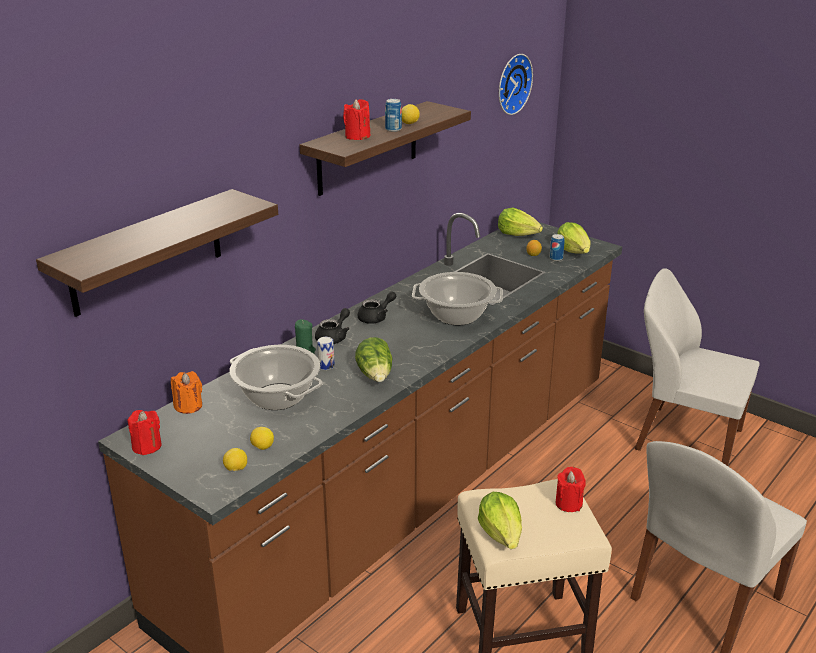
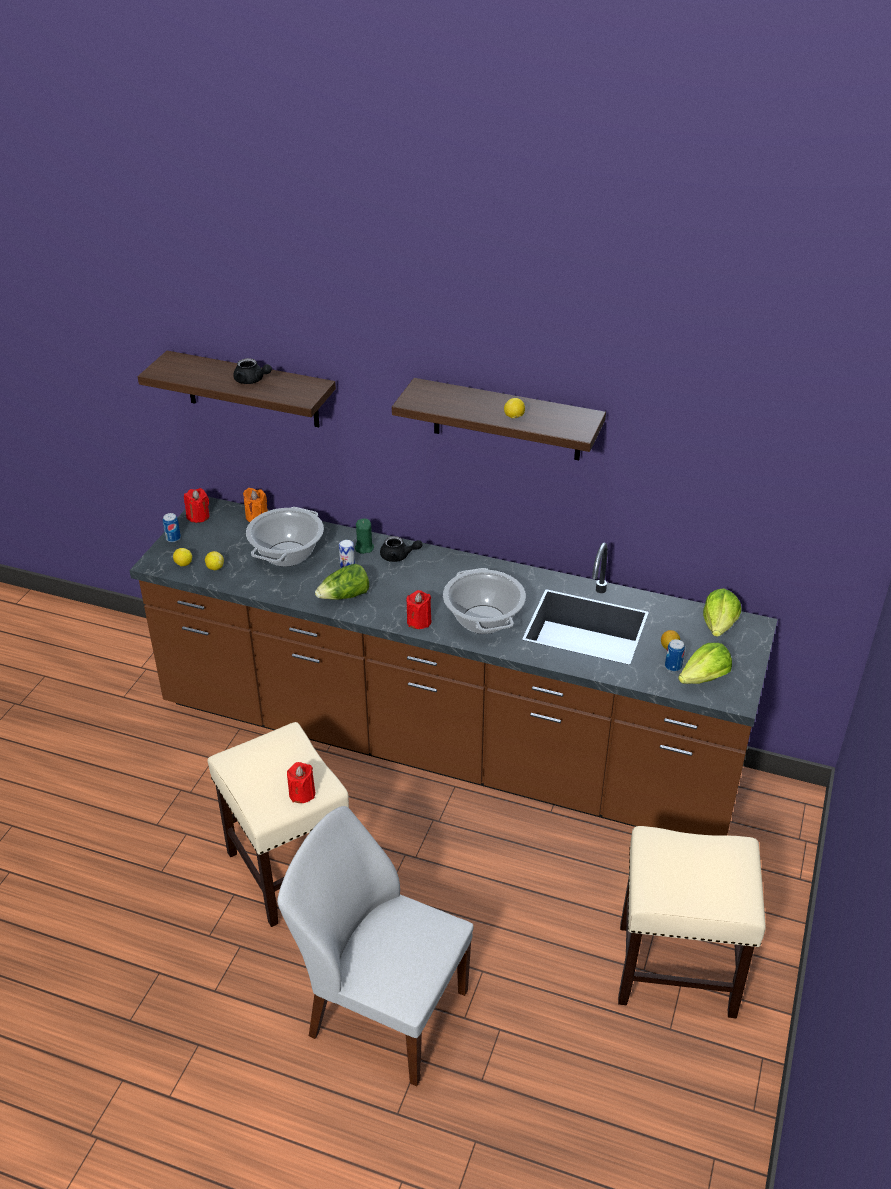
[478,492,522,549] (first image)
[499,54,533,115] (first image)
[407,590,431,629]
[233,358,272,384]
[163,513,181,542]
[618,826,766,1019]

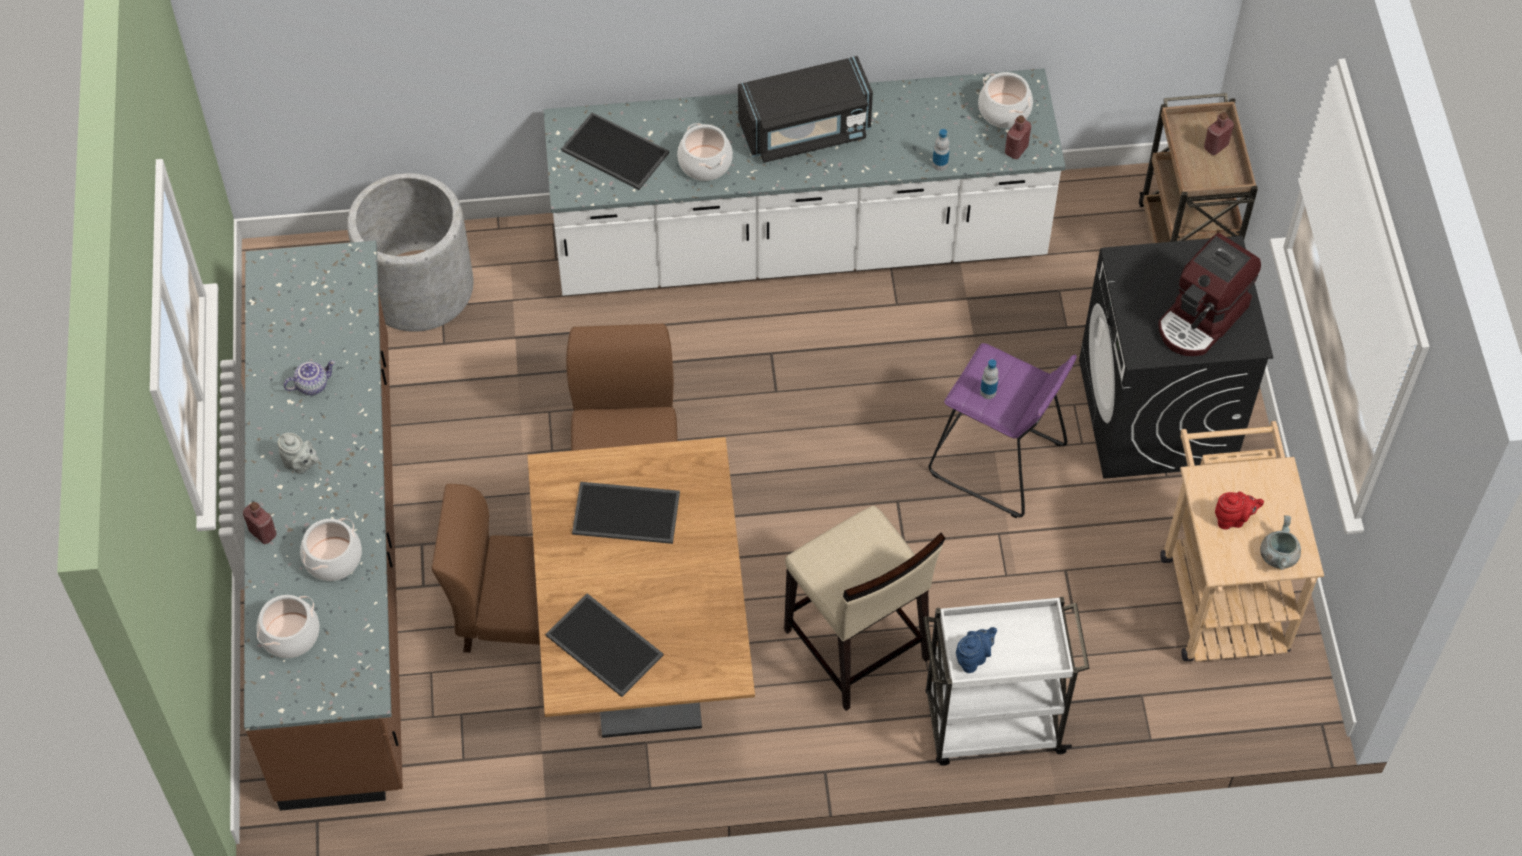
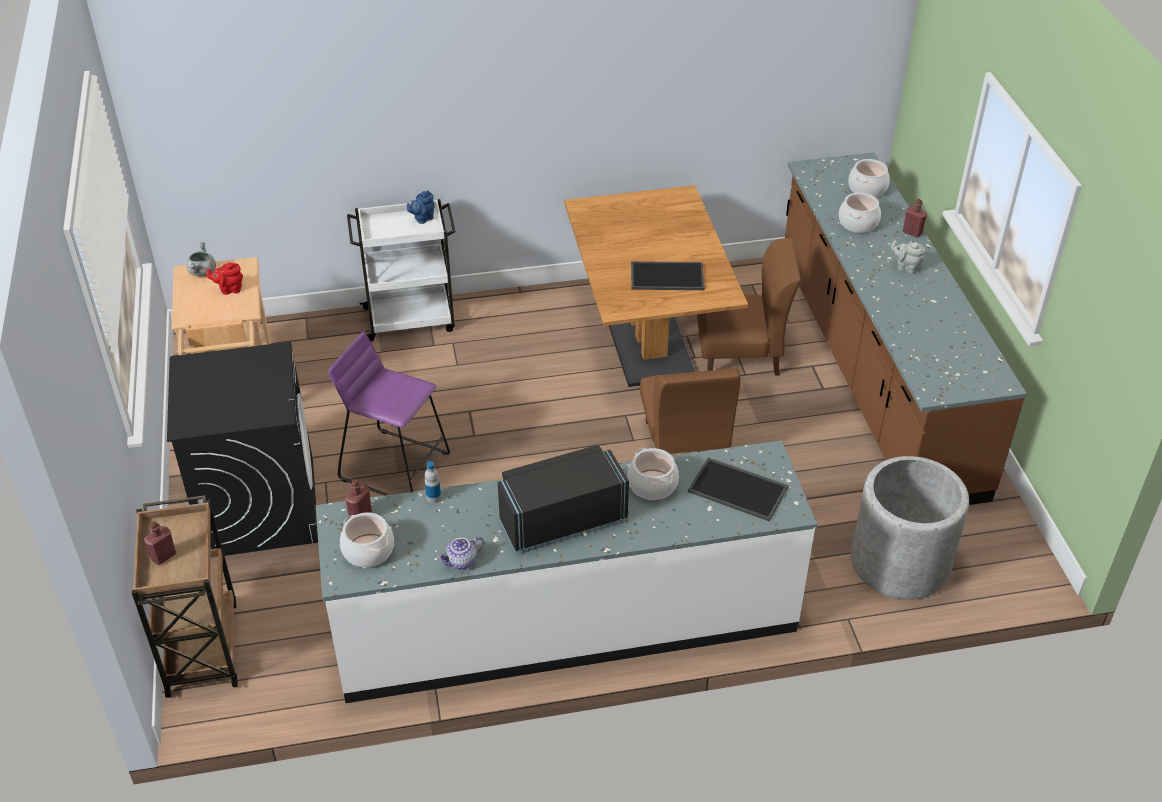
[546,593,664,697] (first image)
[784,505,945,711] (first image)
[980,359,998,399] (first image)
[1158,233,1261,356] (first image)
[437,537,484,569]

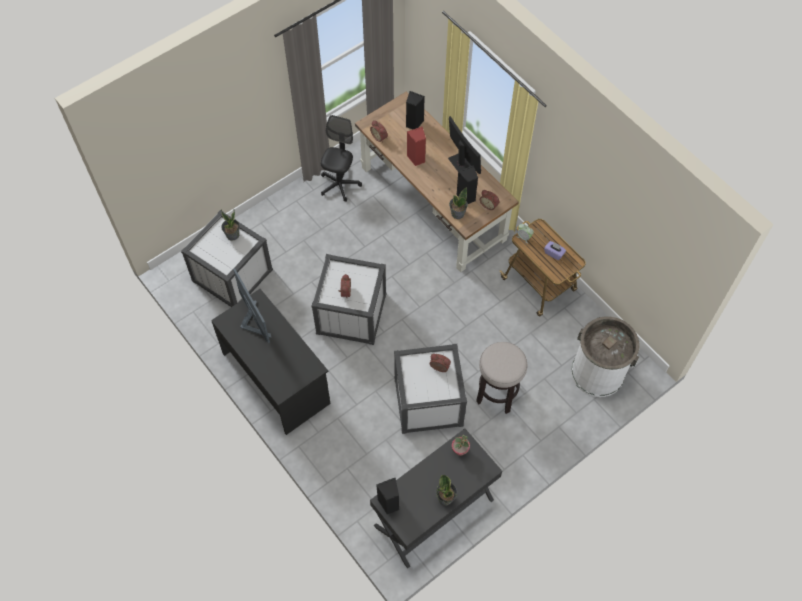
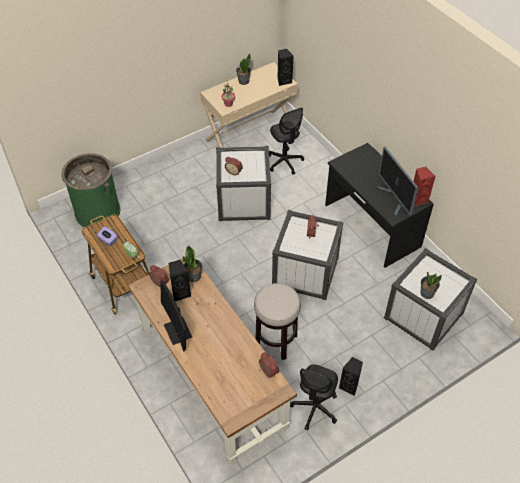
[269,108,304,175]
[339,357,363,396]
[413,167,435,206]
[254,283,301,360]
[200,62,298,147]
[61,153,120,229]

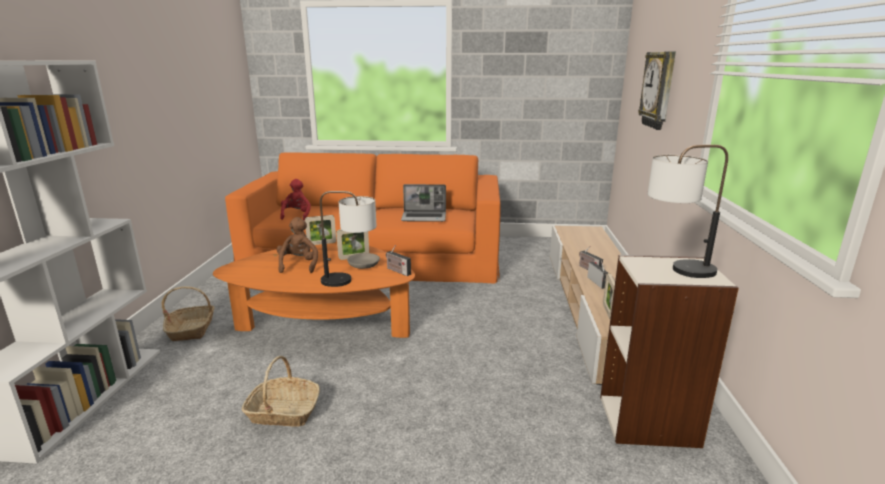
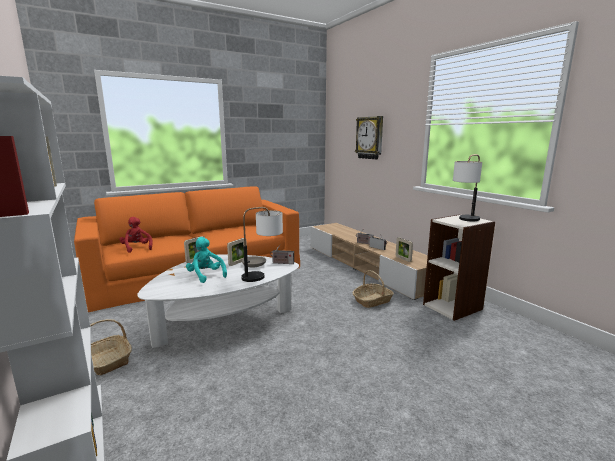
[401,184,446,222] (first image)
[352,270,394,308]
[137,254,299,348]
[186,237,227,283]

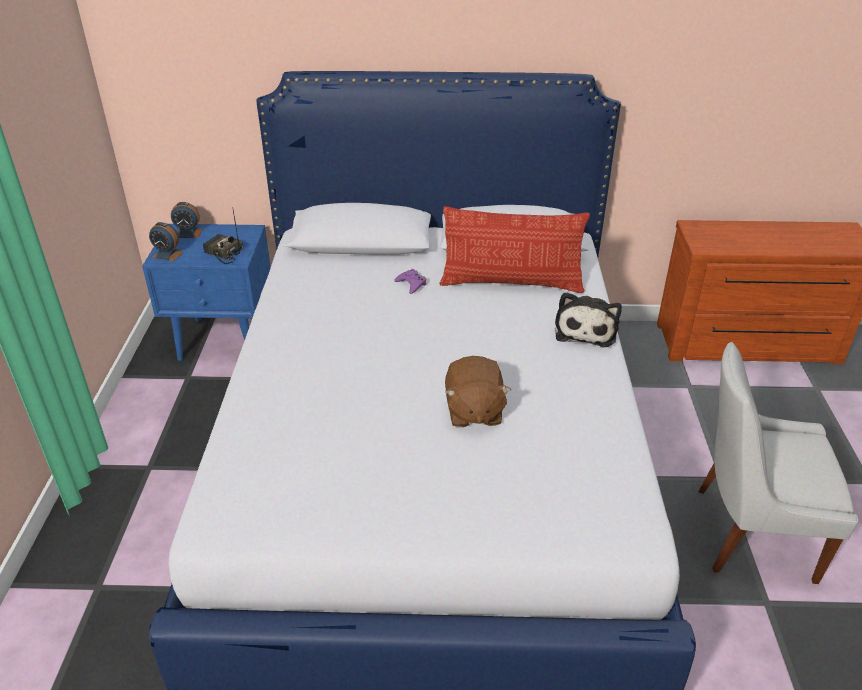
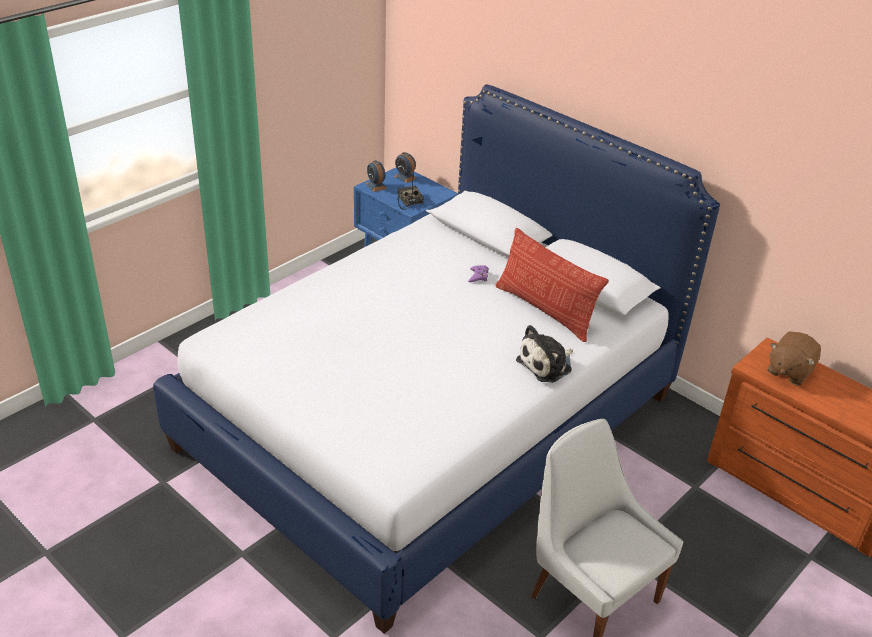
[767,331,821,386]

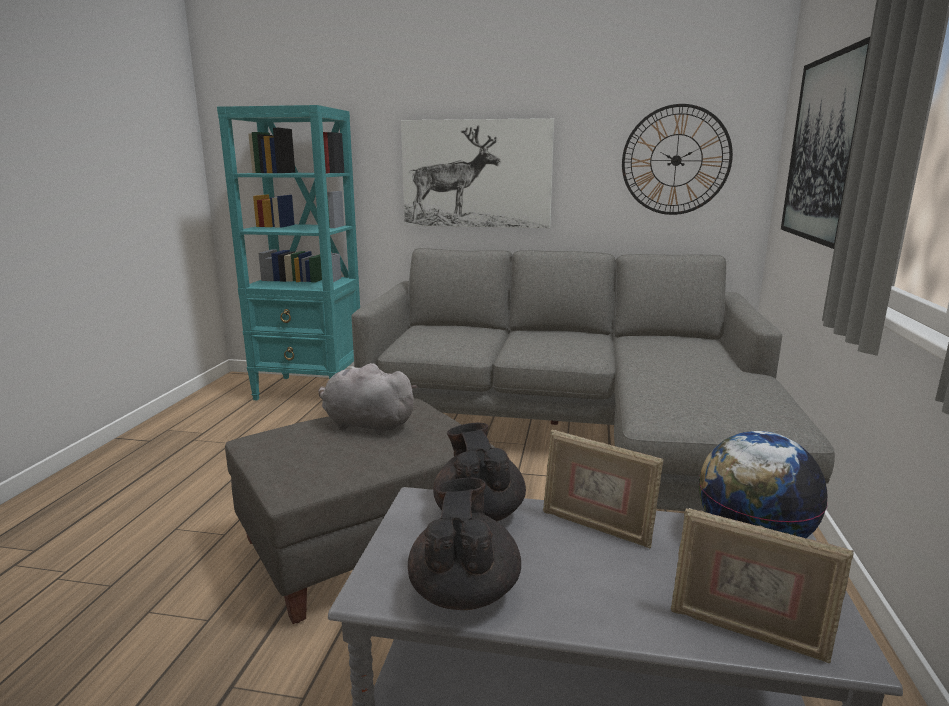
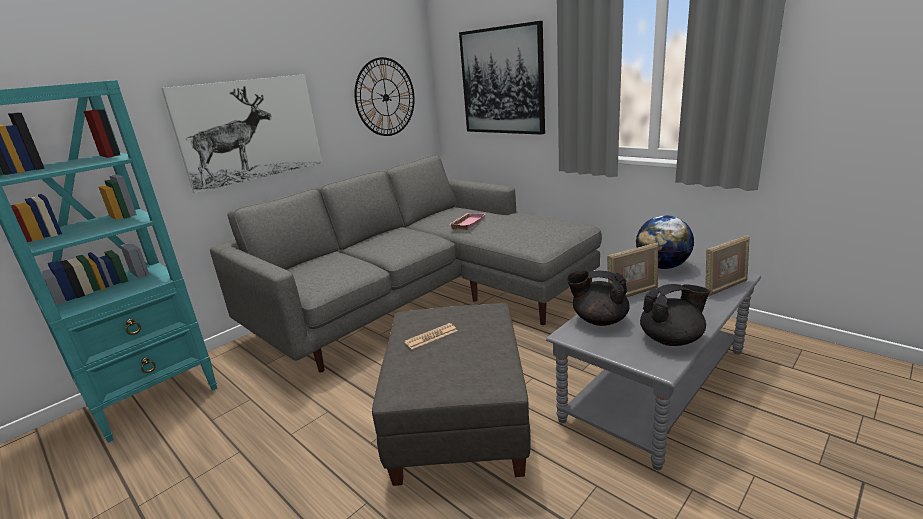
[450,213,486,230]
[404,323,457,349]
[640,284,710,346]

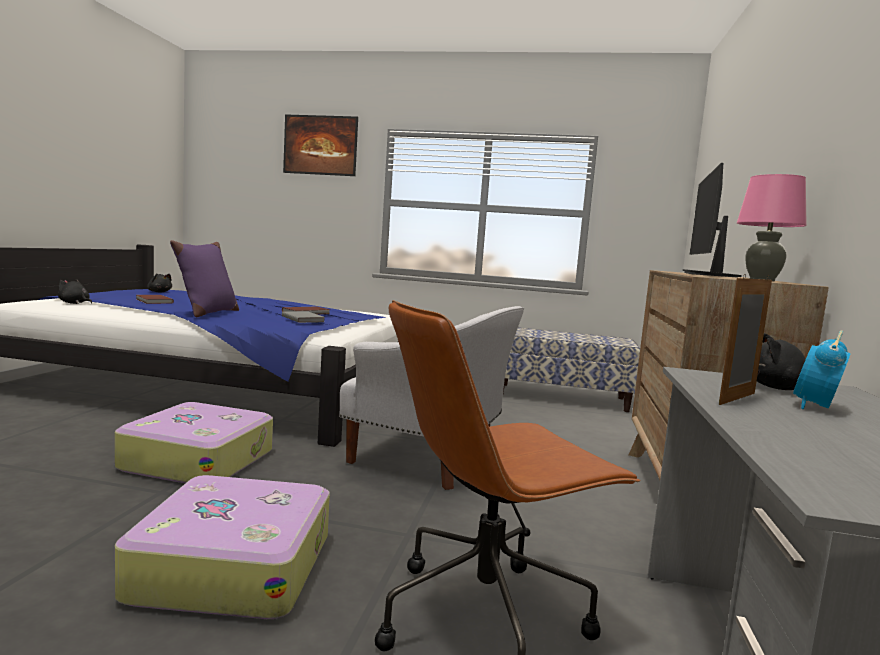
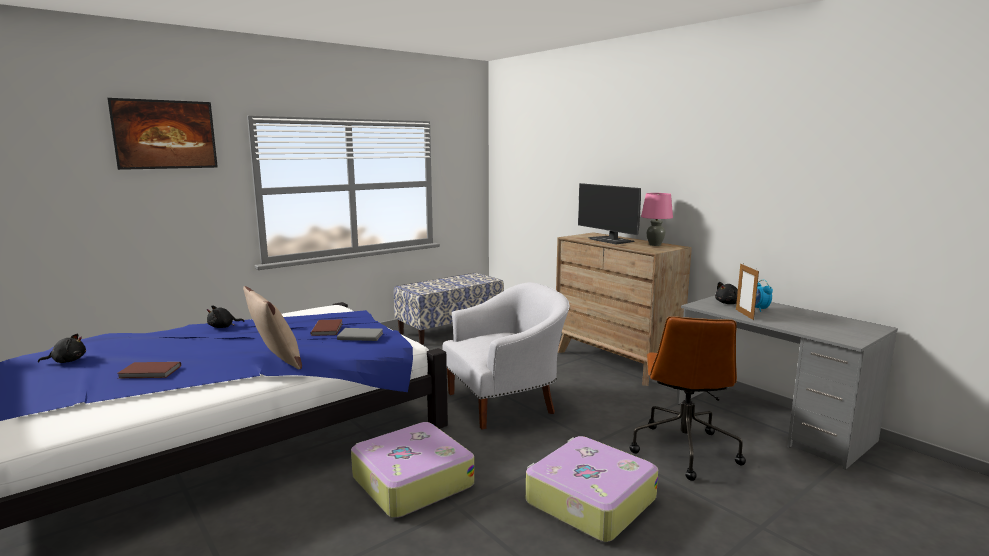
[207,305,245,328]
[243,286,302,369]

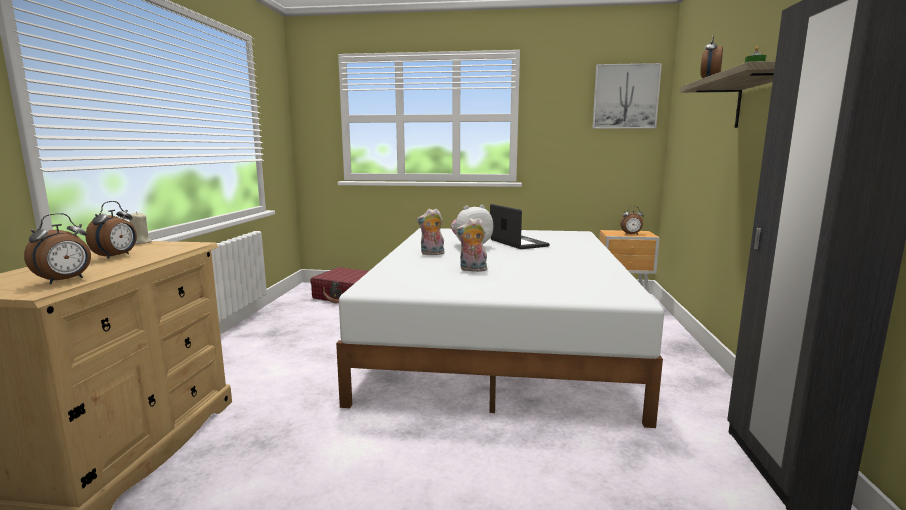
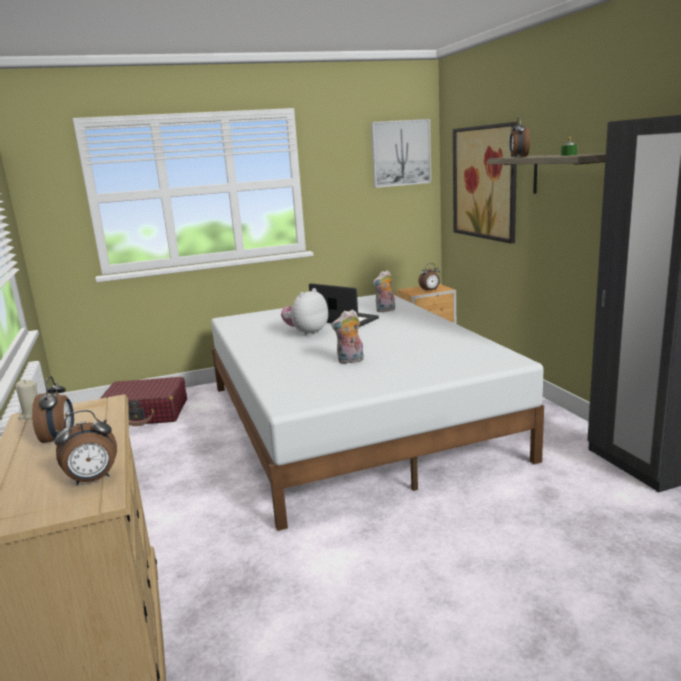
[453,122,518,244]
[373,270,395,312]
[54,410,117,485]

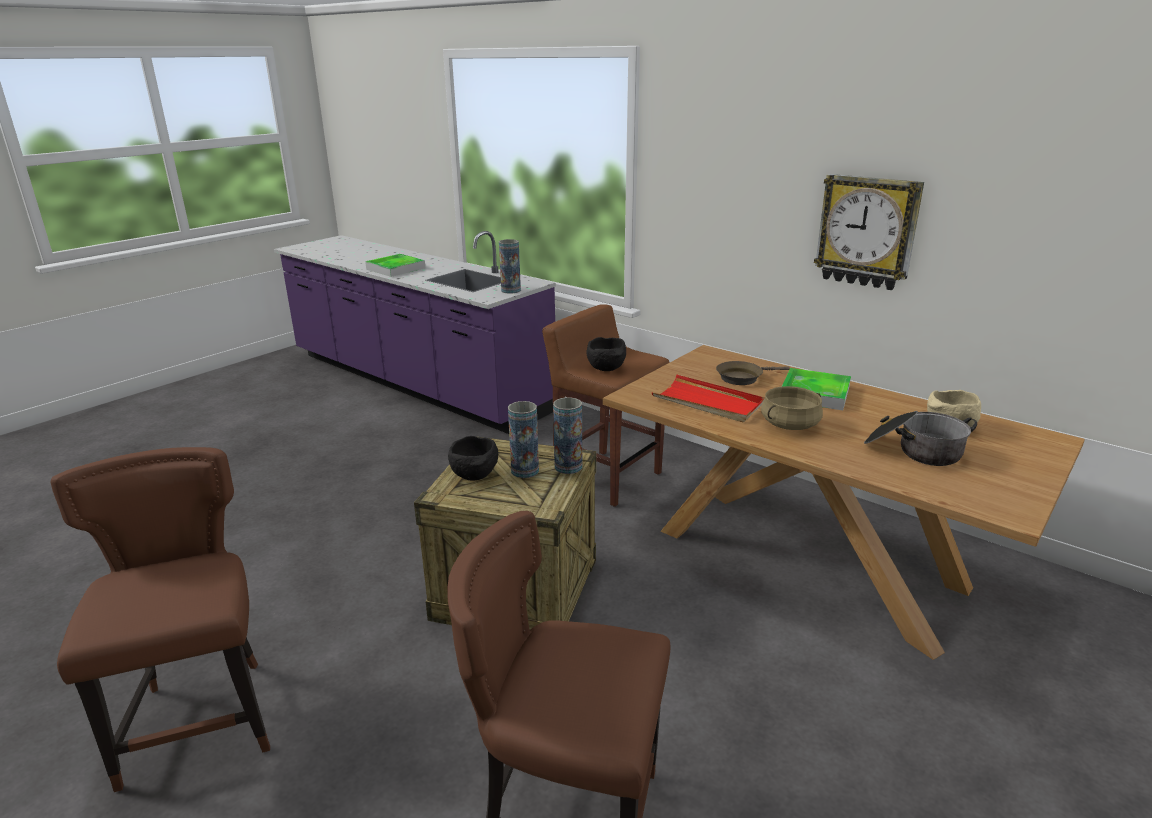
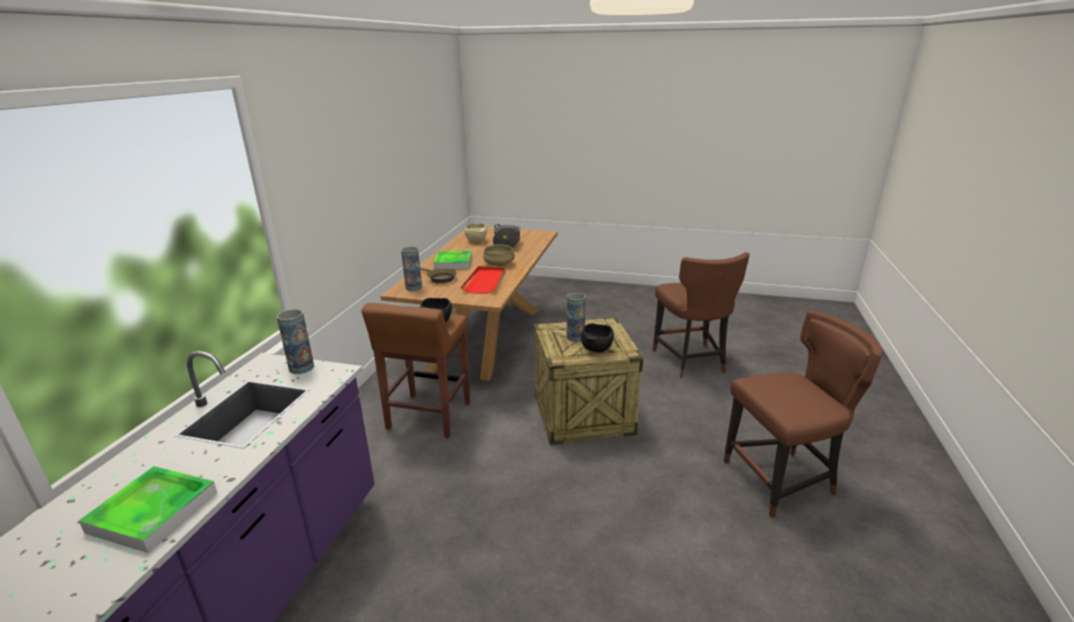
[814,174,924,290] (first image)
[401,247,422,291]
[724,310,883,518]

